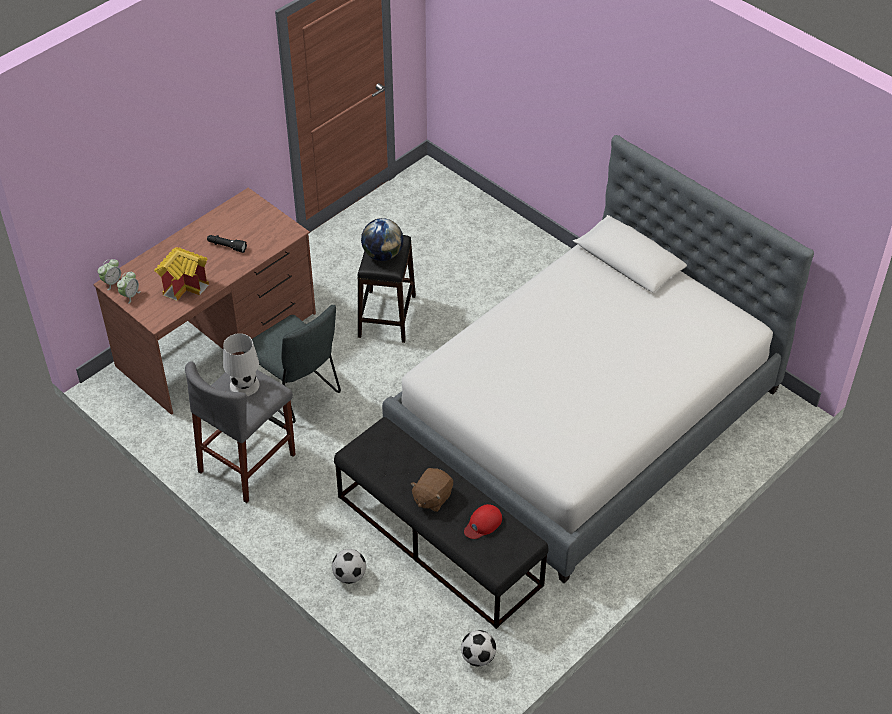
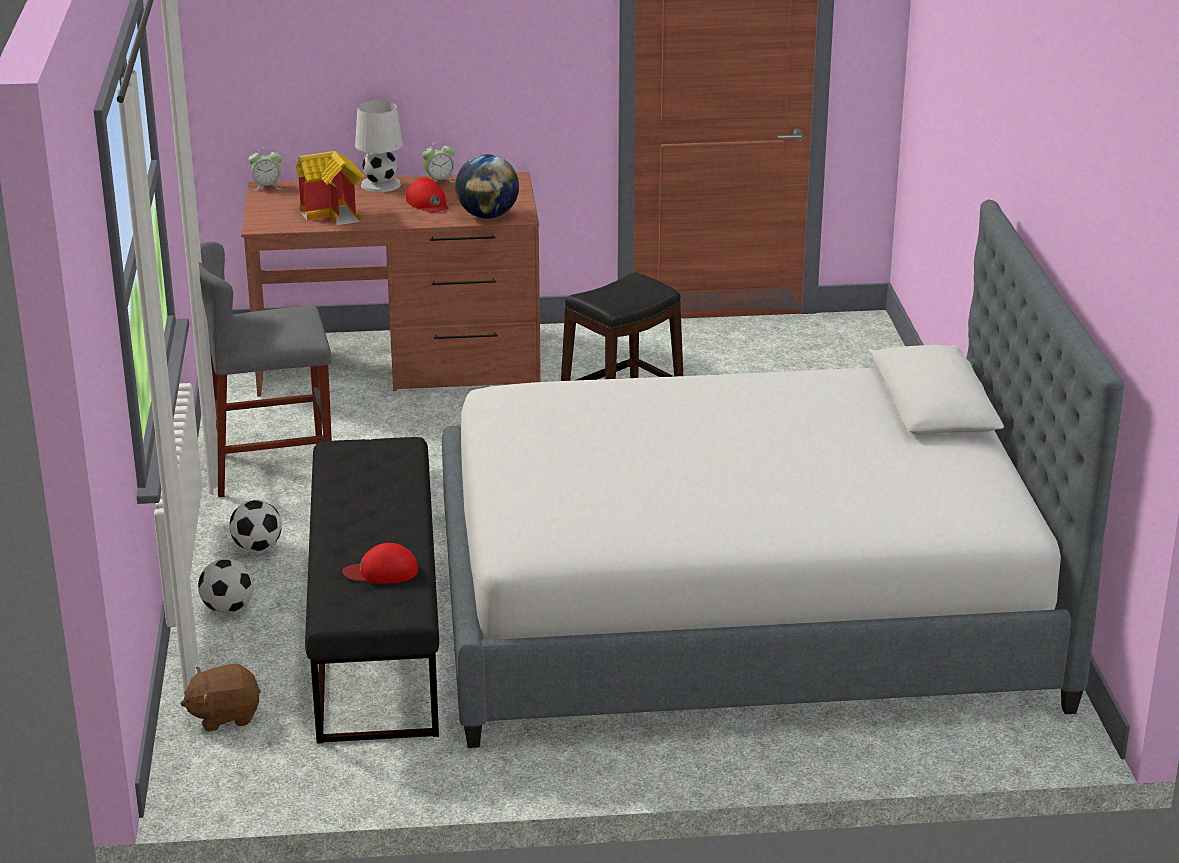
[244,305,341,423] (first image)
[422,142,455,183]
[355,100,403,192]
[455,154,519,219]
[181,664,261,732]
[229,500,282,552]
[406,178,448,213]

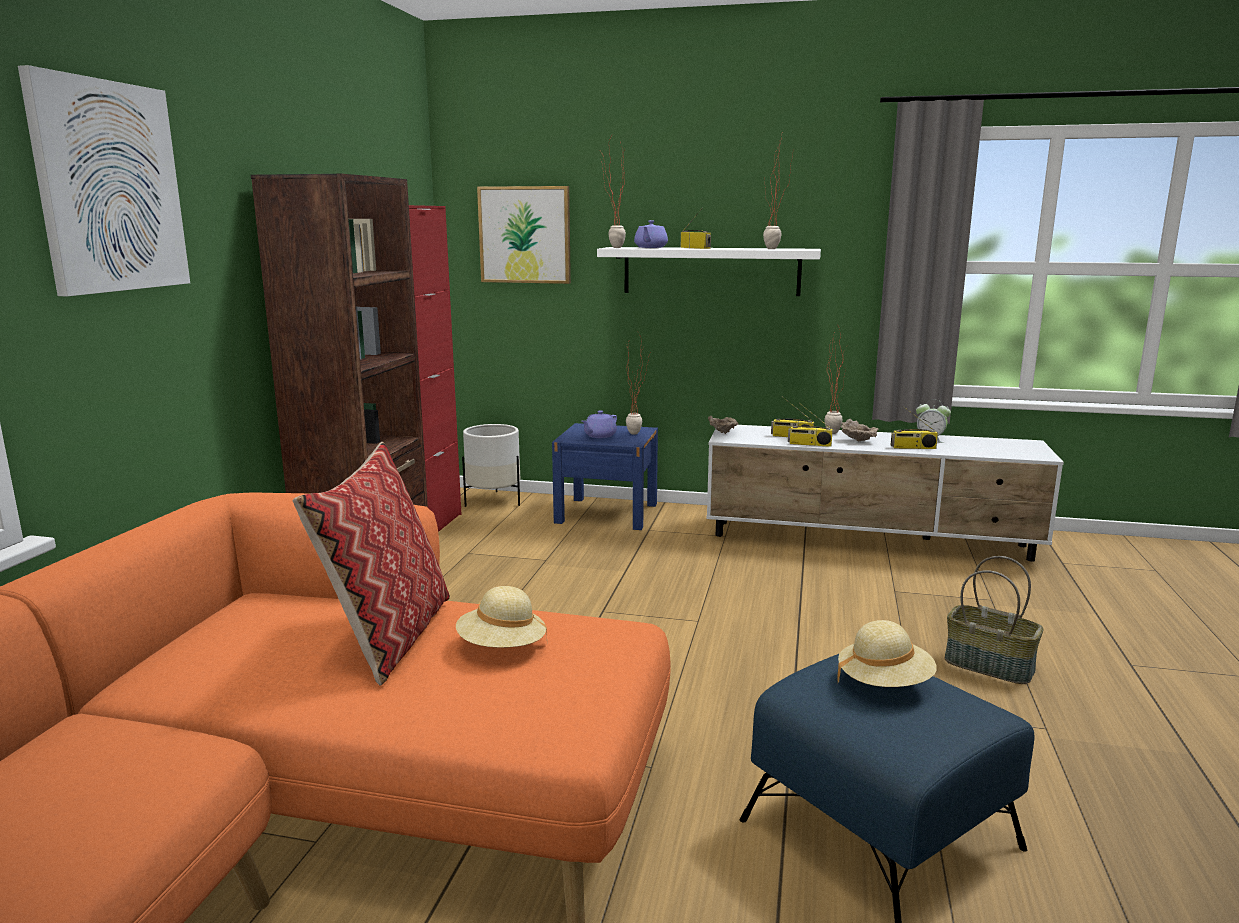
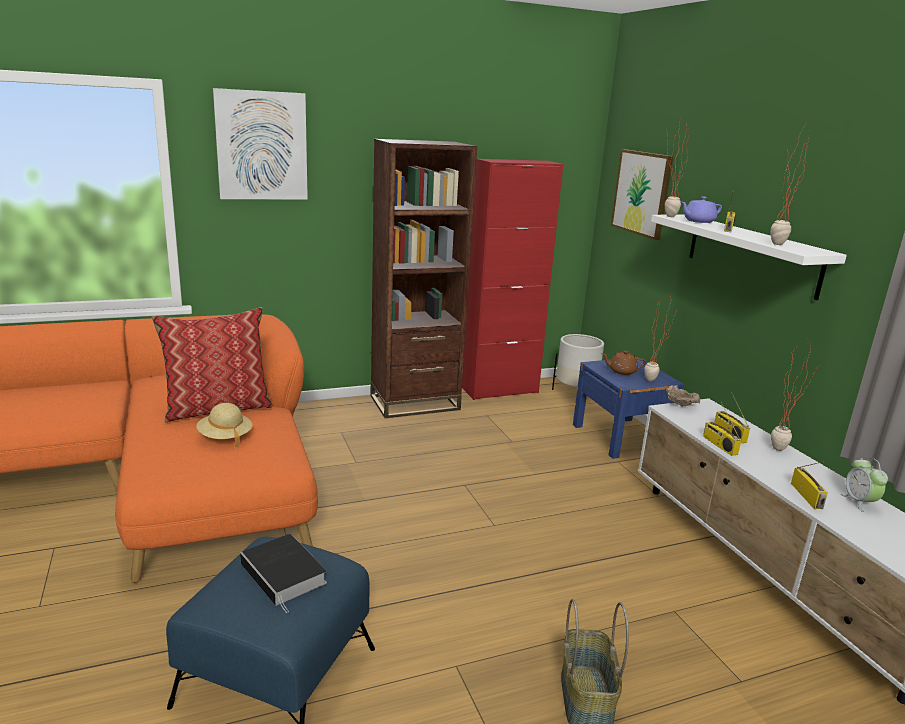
[841,419,879,442] (first image)
[240,534,327,613]
[601,351,646,375]
[791,461,828,509]

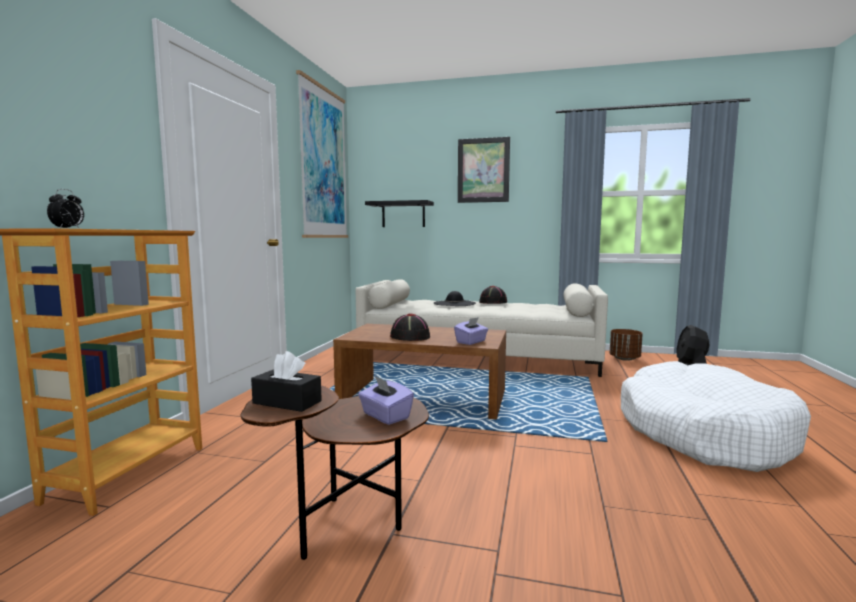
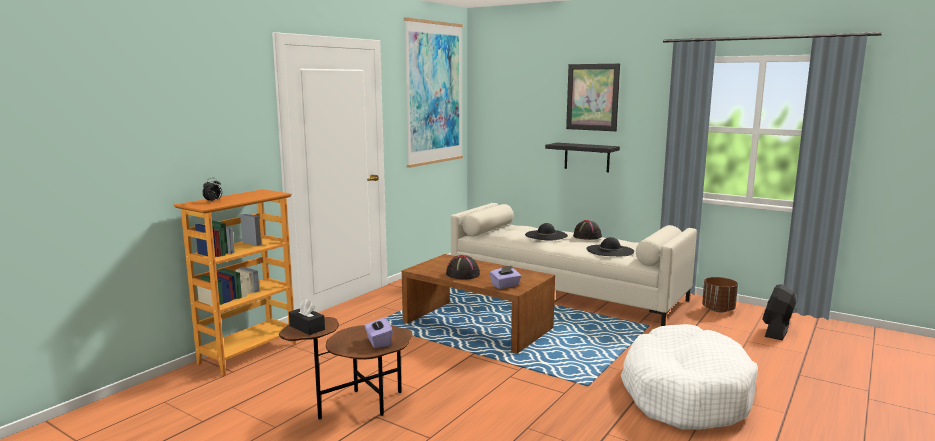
[587,237,634,256]
[545,143,620,172]

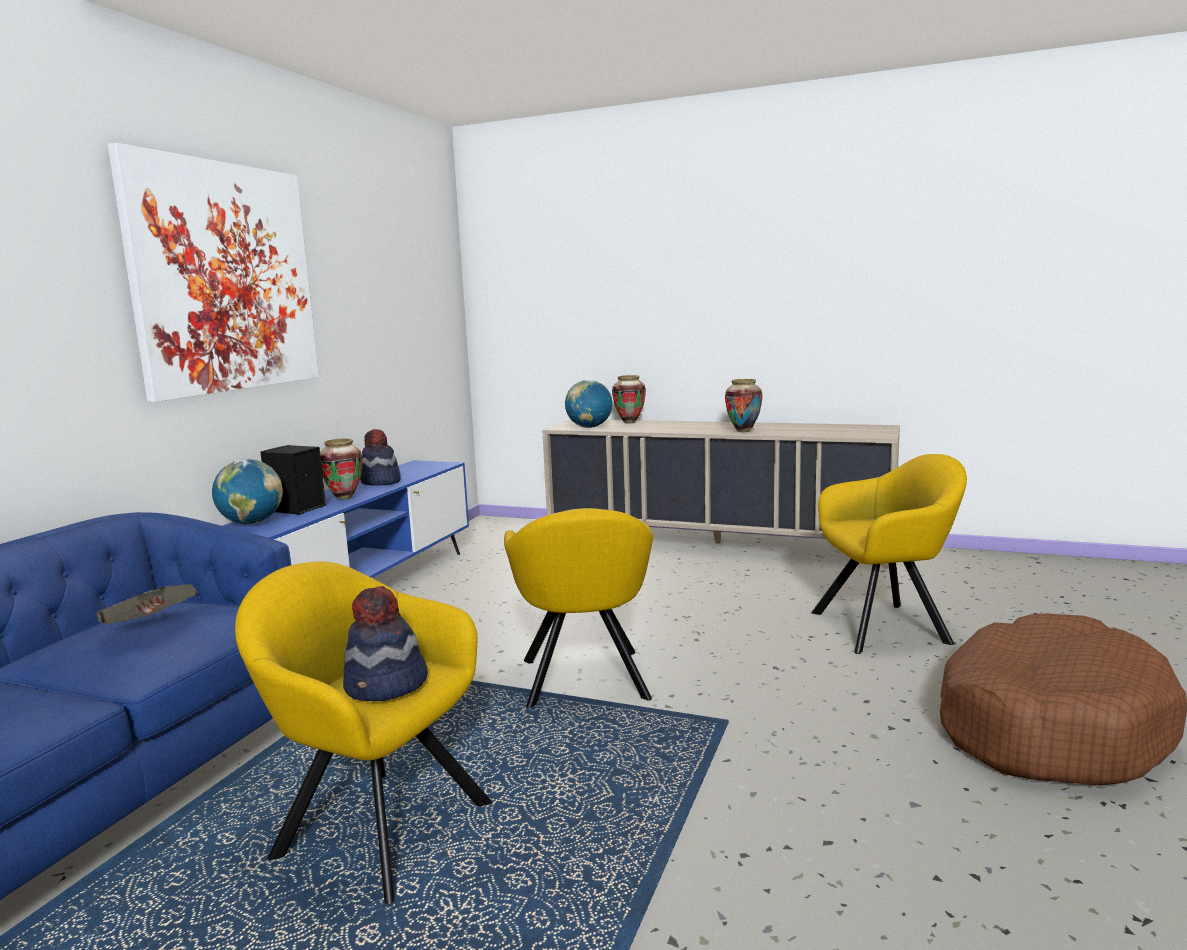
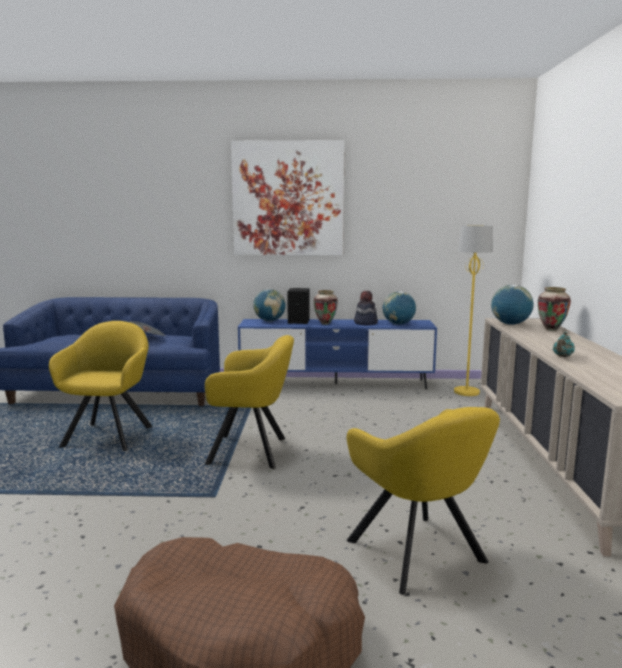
[343,586,428,701] (first image)
[382,291,416,325]
[454,225,493,396]
[553,332,575,357]
[205,335,294,469]

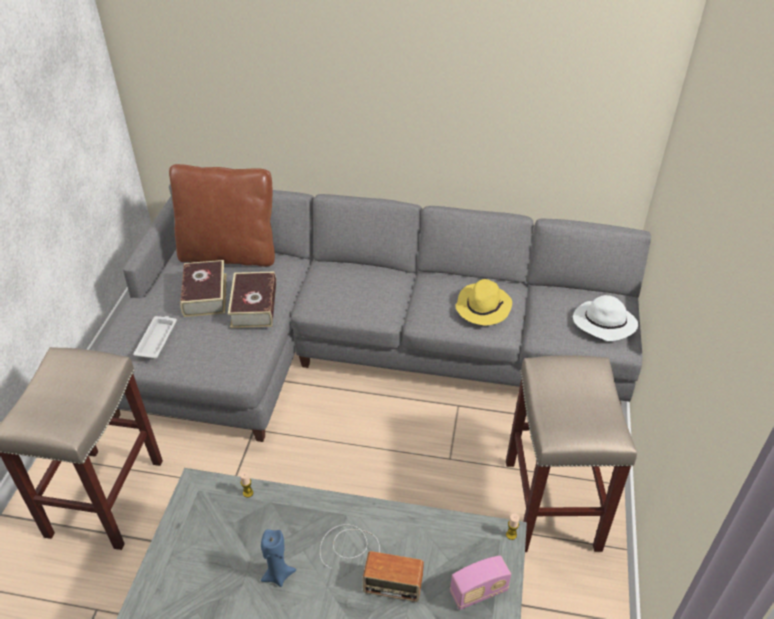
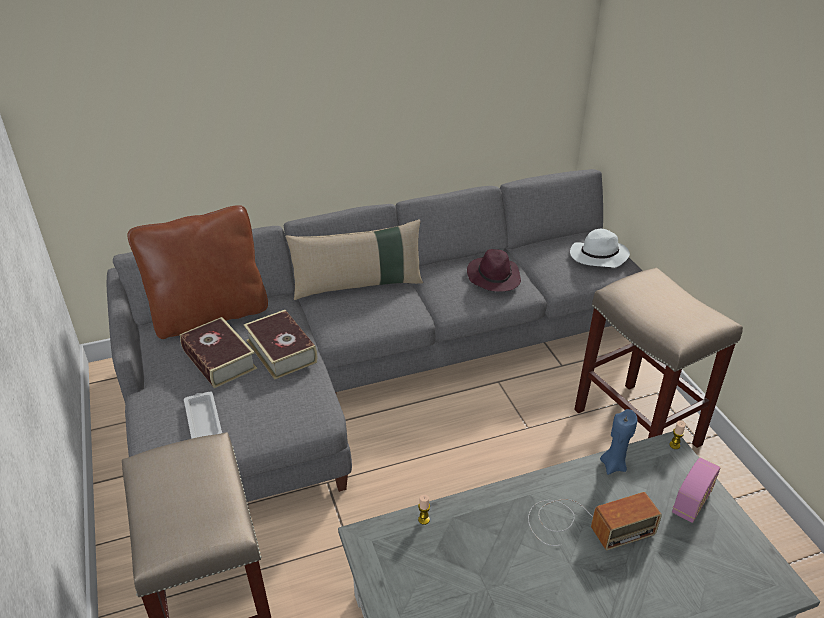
[286,219,423,300]
[600,409,637,475]
[467,249,521,292]

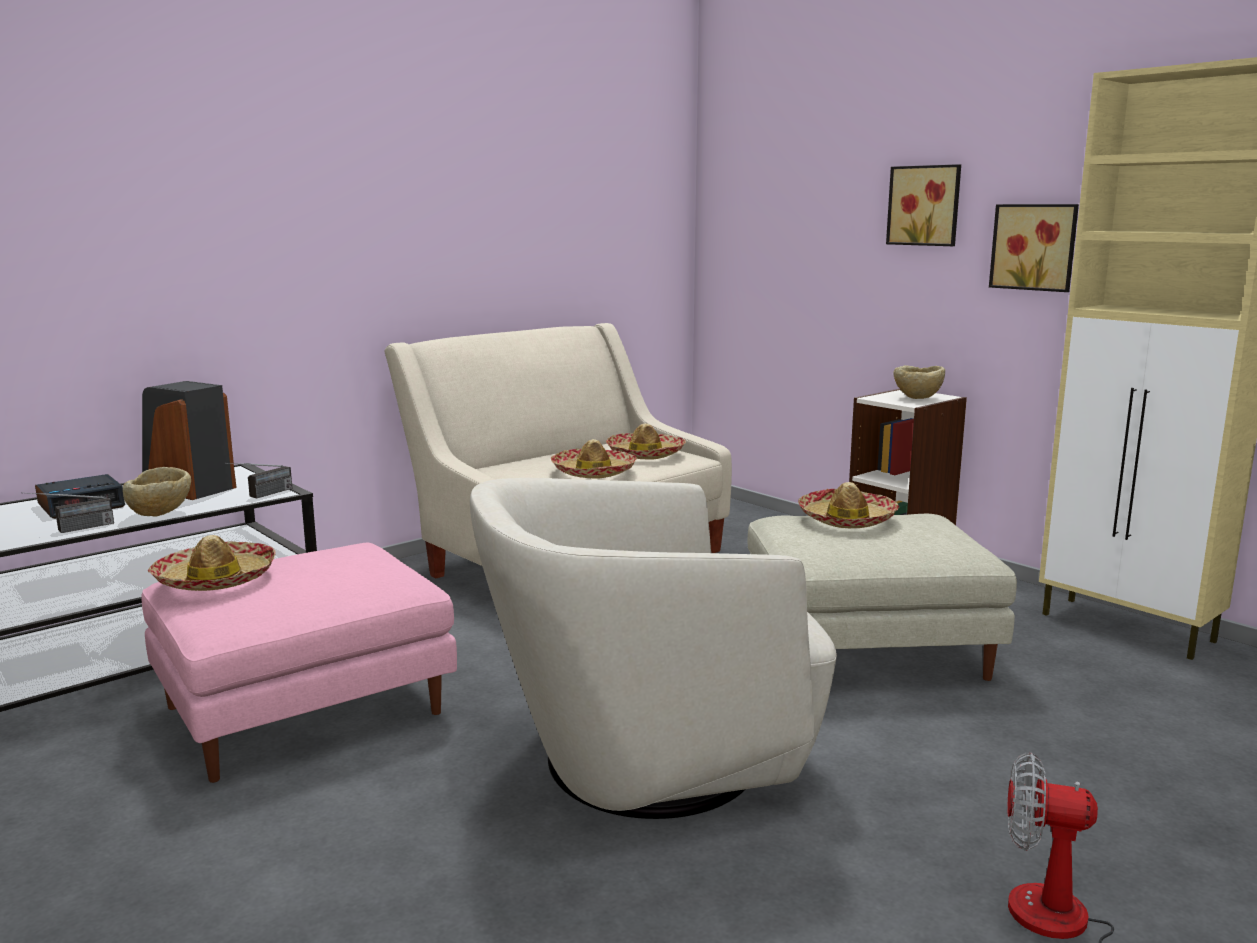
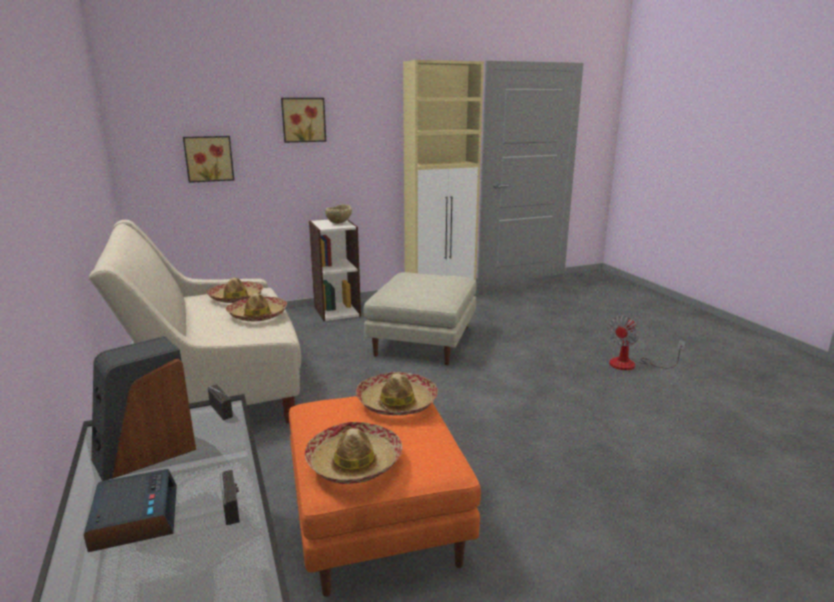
[123,467,191,517] (first image)
[470,478,837,819] (first image)
[356,372,438,415]
[183,136,234,183]
[289,396,481,597]

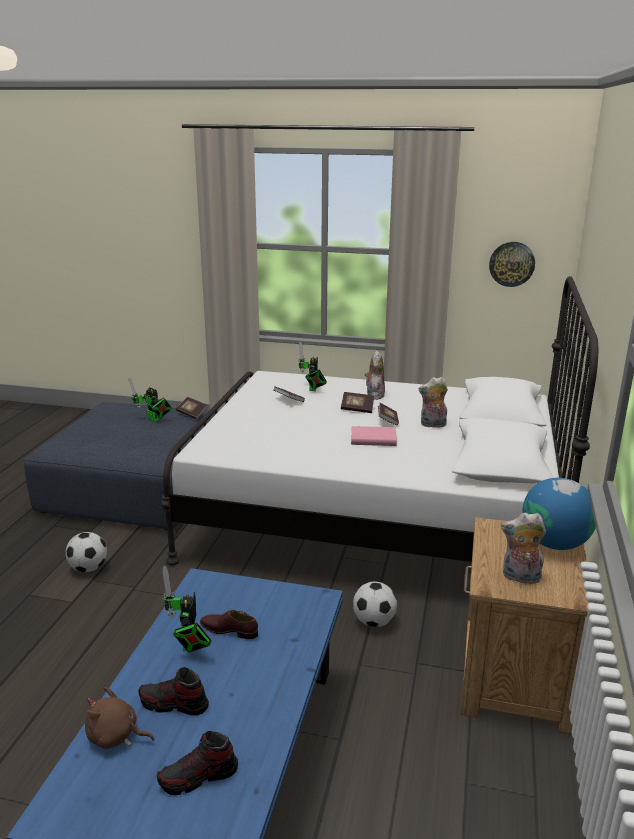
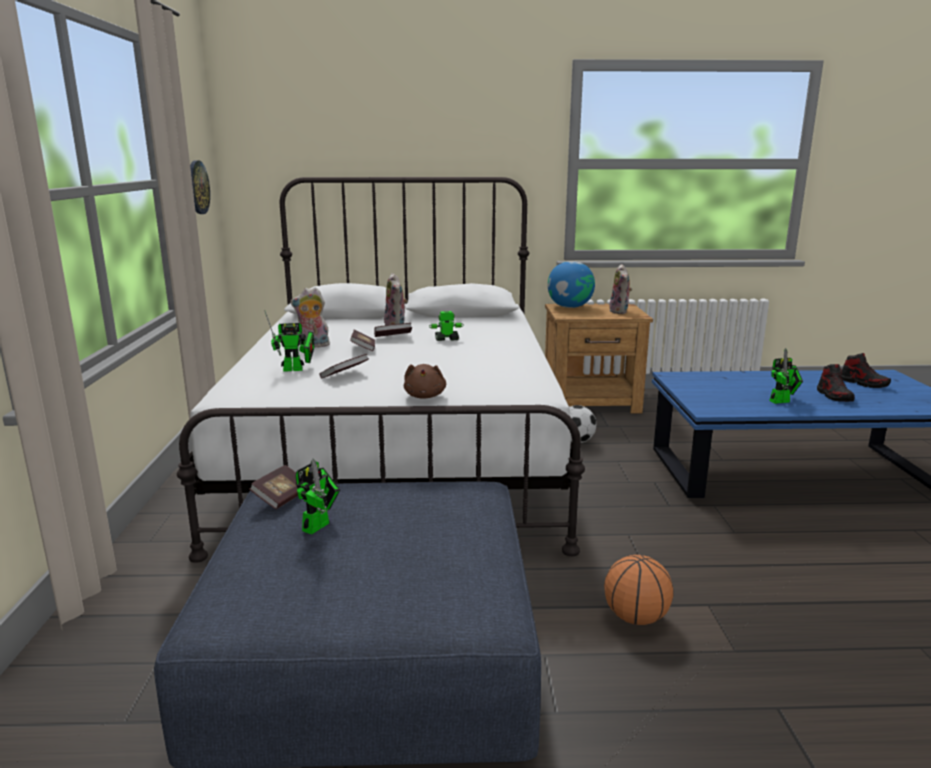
[200,610,258,639] (first image)
[404,364,446,399]
[604,555,674,625]
[429,311,464,341]

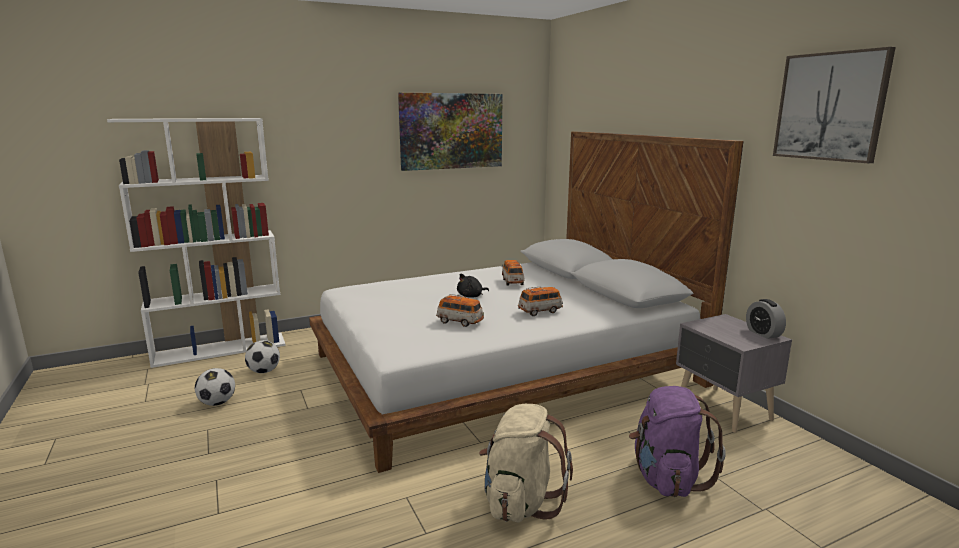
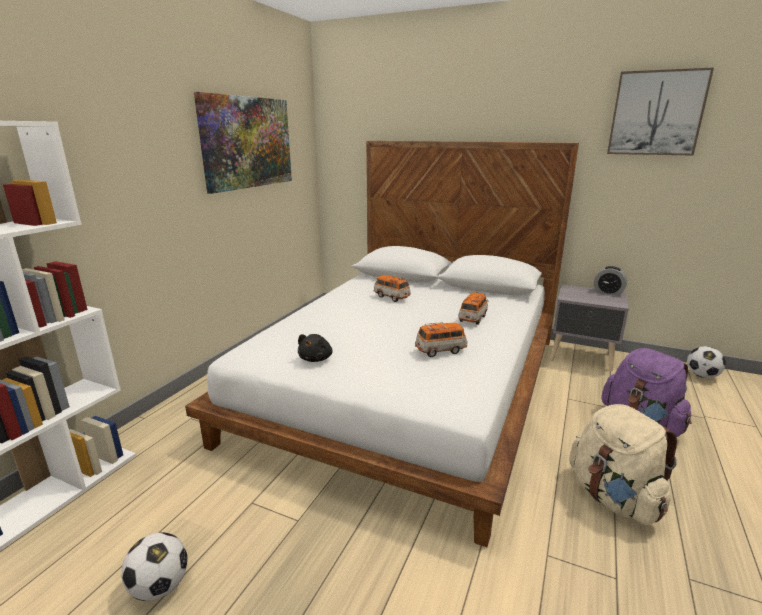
[687,346,726,378]
[298,334,333,362]

